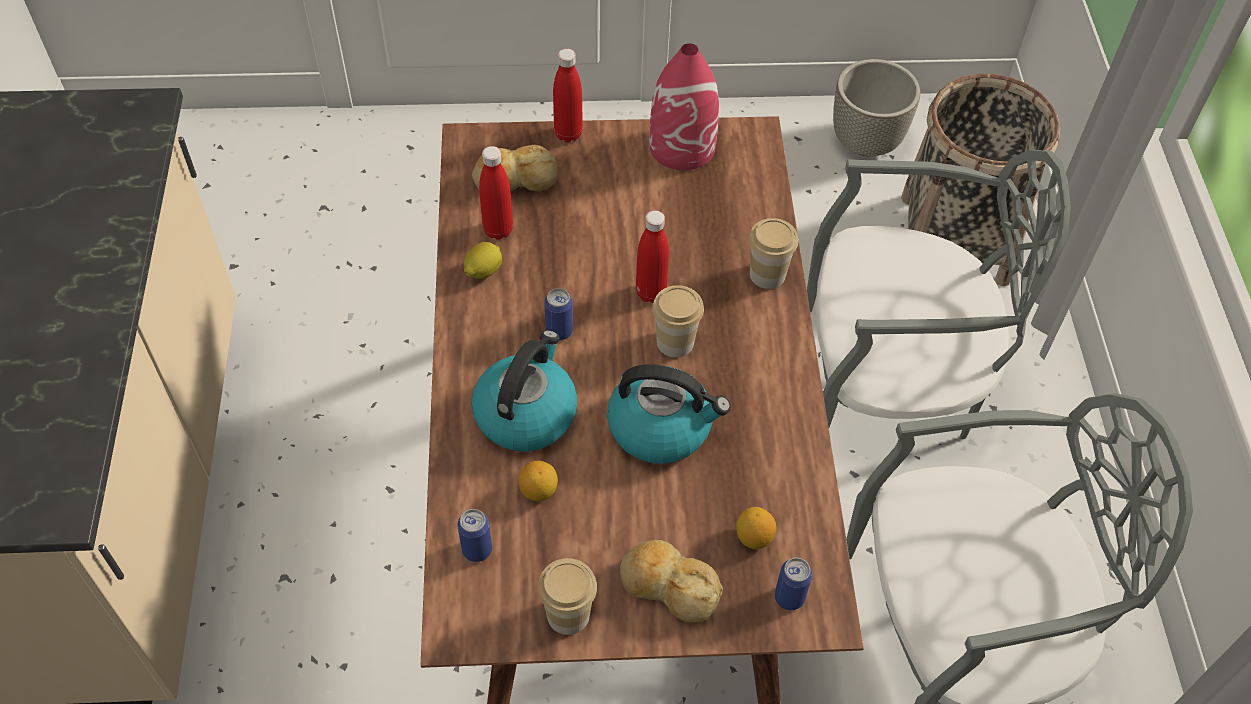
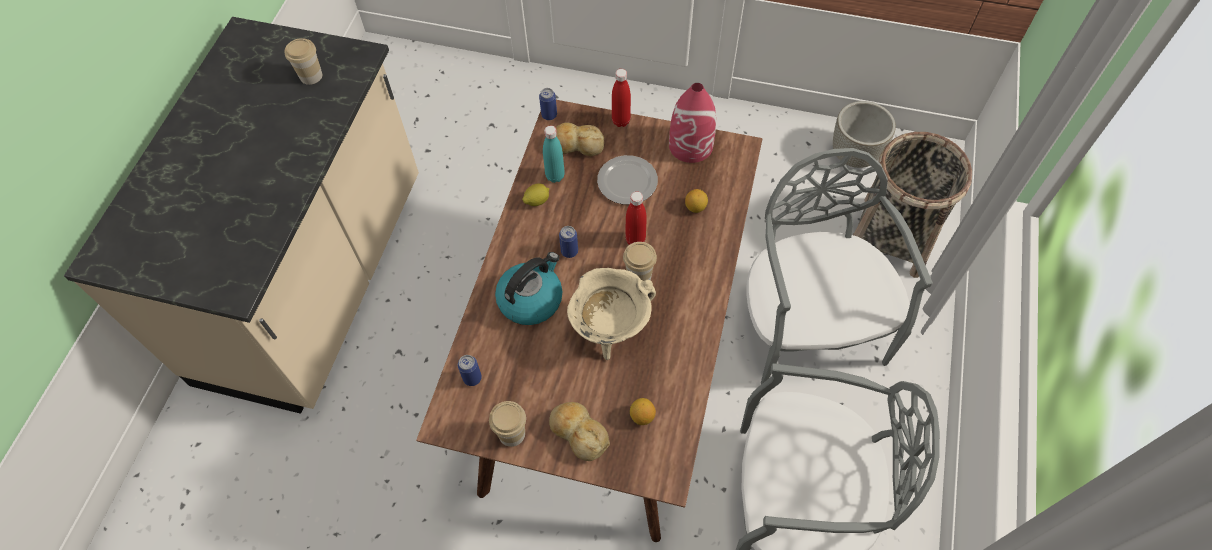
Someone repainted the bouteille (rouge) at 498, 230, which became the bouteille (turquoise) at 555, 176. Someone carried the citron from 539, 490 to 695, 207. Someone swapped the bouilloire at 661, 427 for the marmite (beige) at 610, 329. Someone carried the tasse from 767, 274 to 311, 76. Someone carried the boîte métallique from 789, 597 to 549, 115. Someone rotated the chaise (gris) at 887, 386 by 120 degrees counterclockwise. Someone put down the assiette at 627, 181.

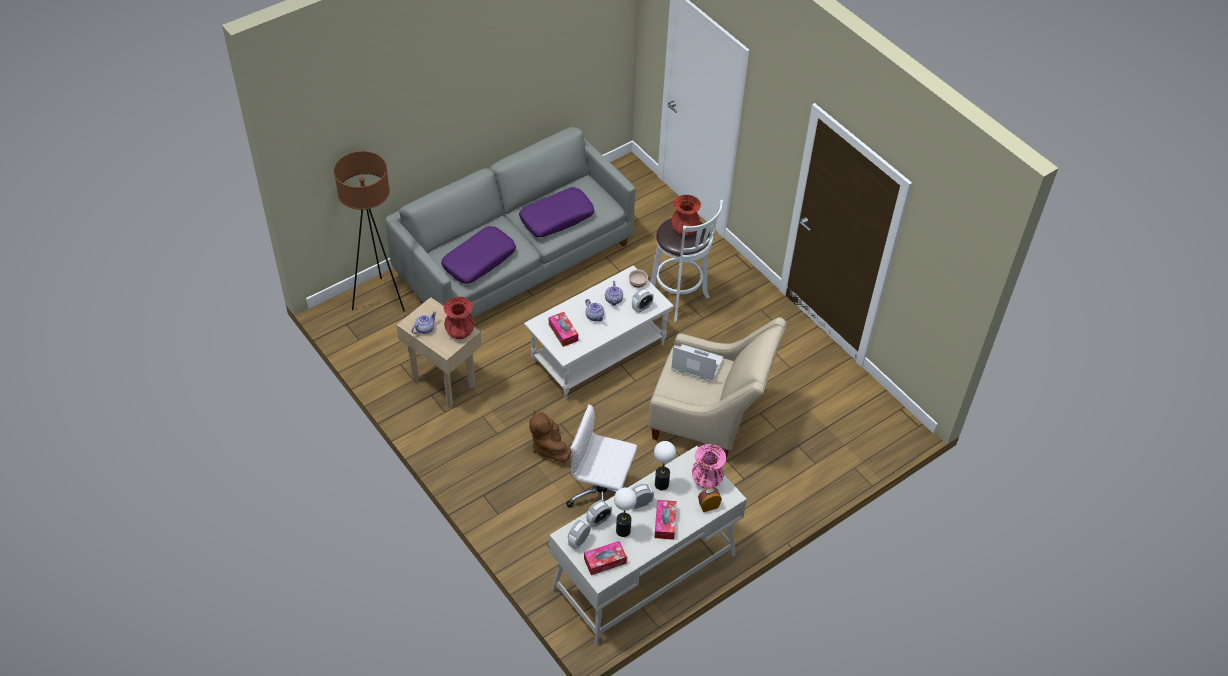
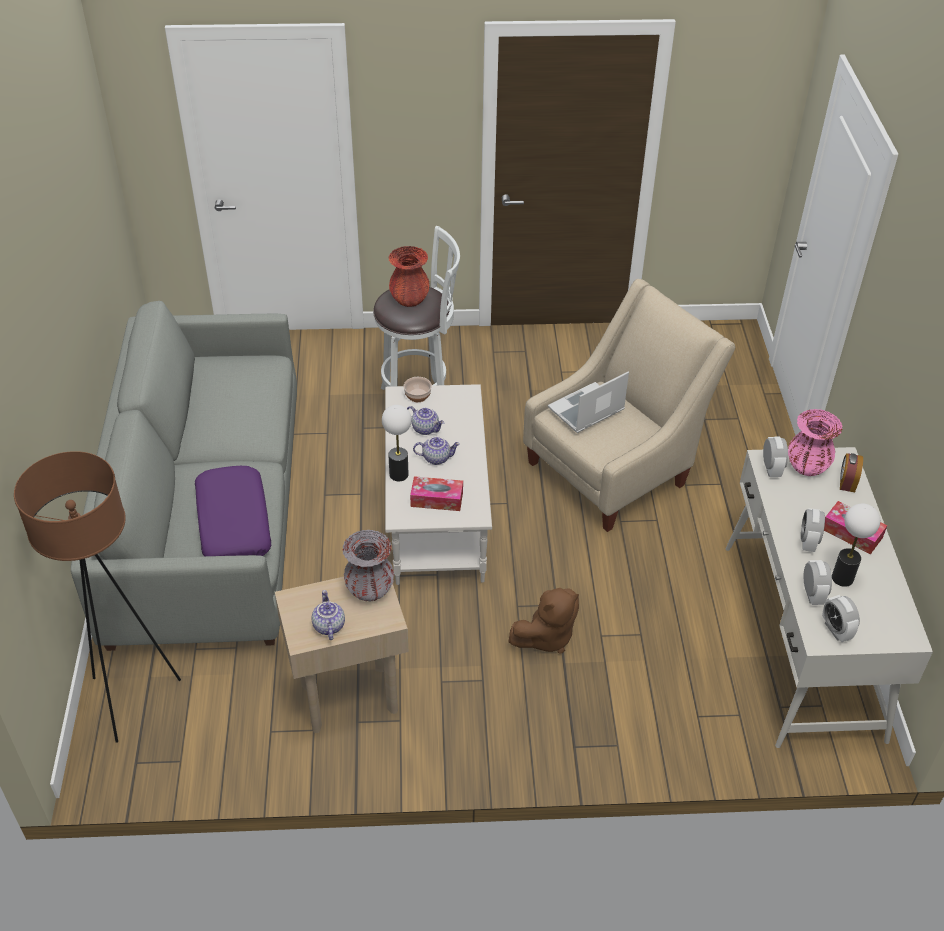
Someone repainted the vase (rouge) at 460, 332, which became the vase (gris) at 369, 589. Someone took away the coussin (violet) at 556, 218. Someone rotated the peluche (marron) at 549, 447 by 45 degrees counterclockwise. Someone took away the chaise de bureau (blanc) at 602, 496. Someone took away the boîte à mouchoirs at 605, 561. Someone carried the réveil from 642, 308 to 771, 469. Someone carried the lampe de table from 661, 484 to 399, 474.

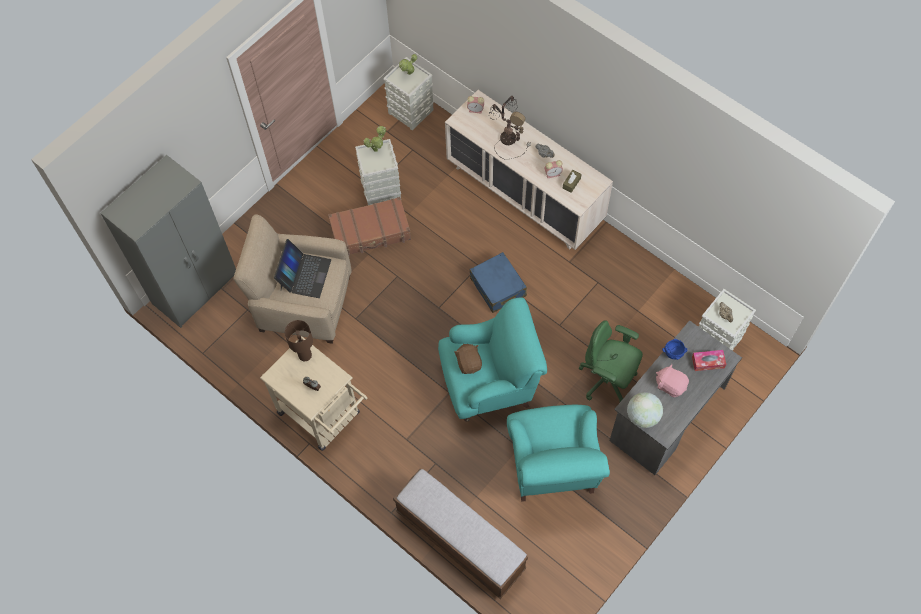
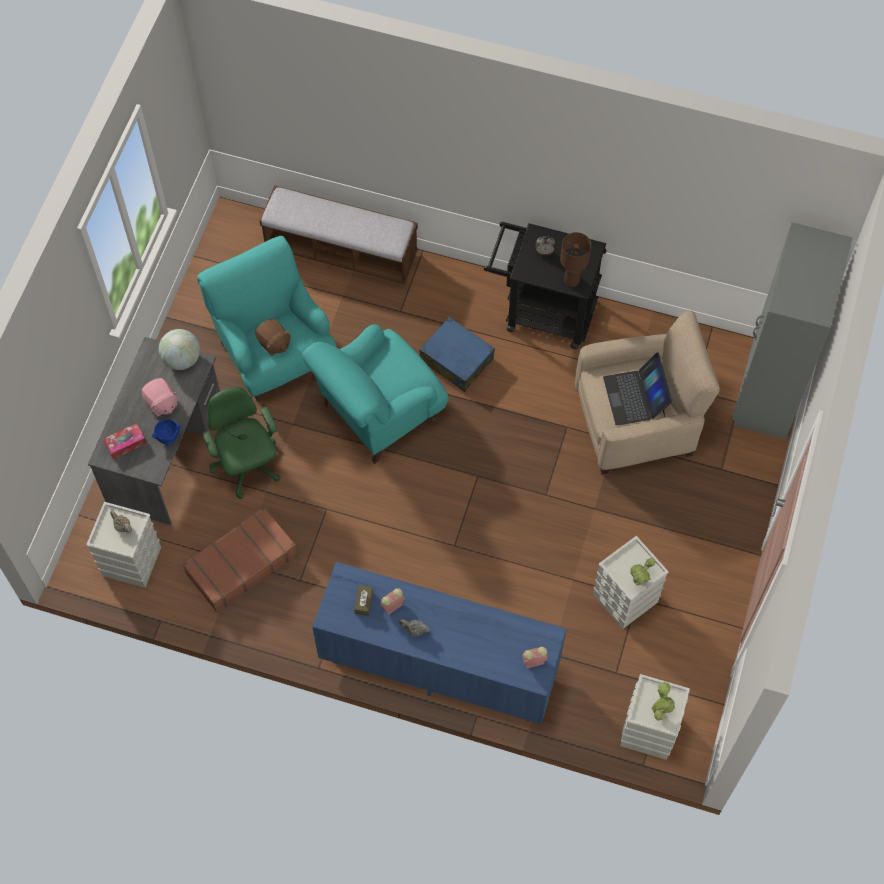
Someone repainted the chariot (beige) at 324, 417, which became the chariot (noir) at 542, 312. Someone carried the valise (marron) from 371, 232 to 241, 564. Someone repainted the commode (beige) at 525, 194, which became the commode (bleu) at 438, 665. Someone carried the peluche (marron) from 469, 363 to 274, 343. Someone carried the valise (bleu) from 498, 287 to 456, 360. Someone took away the lampe de table at 507, 137. Someone rotated the chaise de bureau (vert) at 607, 379 by 120 degrees counterclockwise. Someone rotated the peluche (rose) at 670, 385 by 45 degrees clockwise.

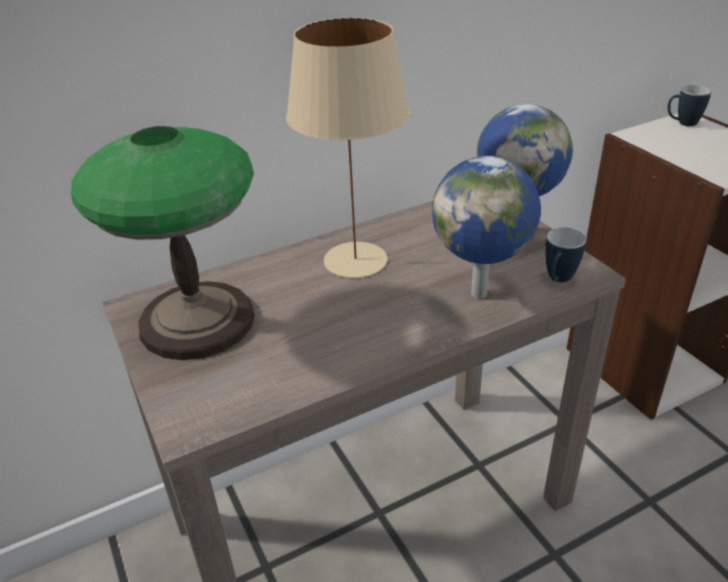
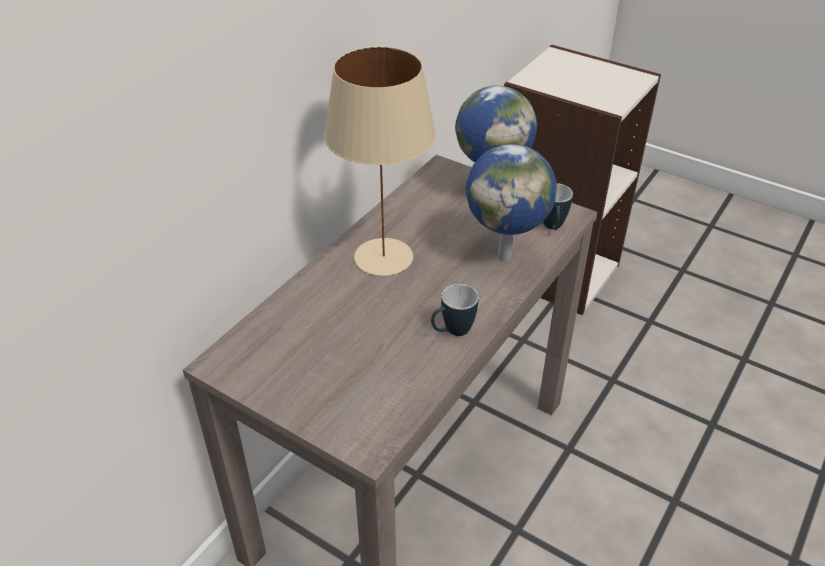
Someone took away the lampe de table at 198, 322. Someone carried the mug from 682, 124 to 452, 332.

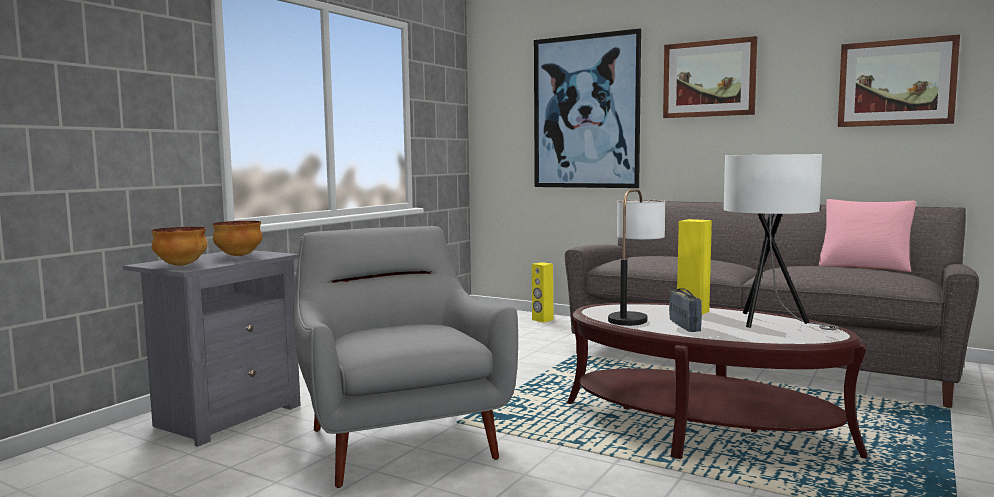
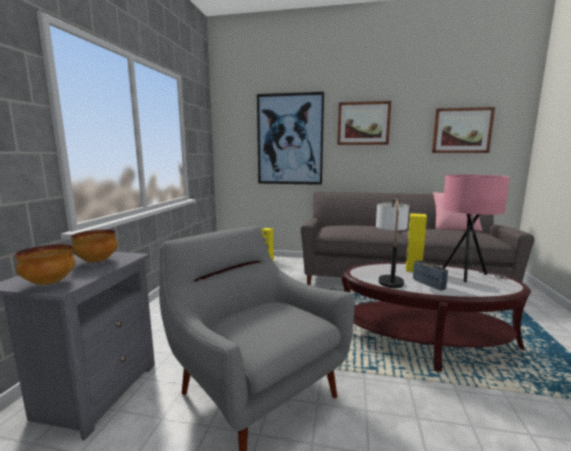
Someone repainted the lampe de table (blanc) at 771, 323, which became the lampe de table (rose) at 467, 276.

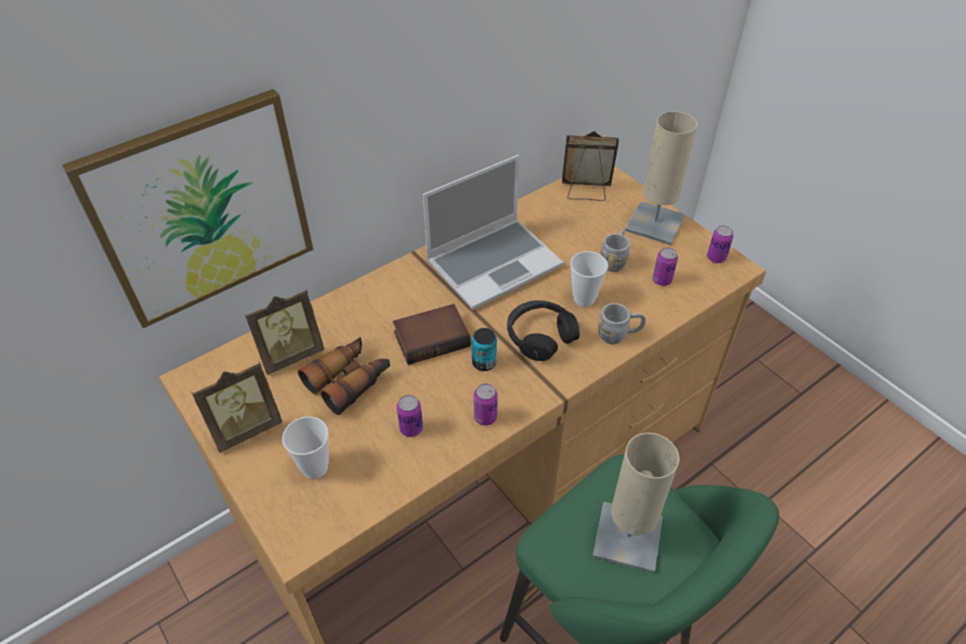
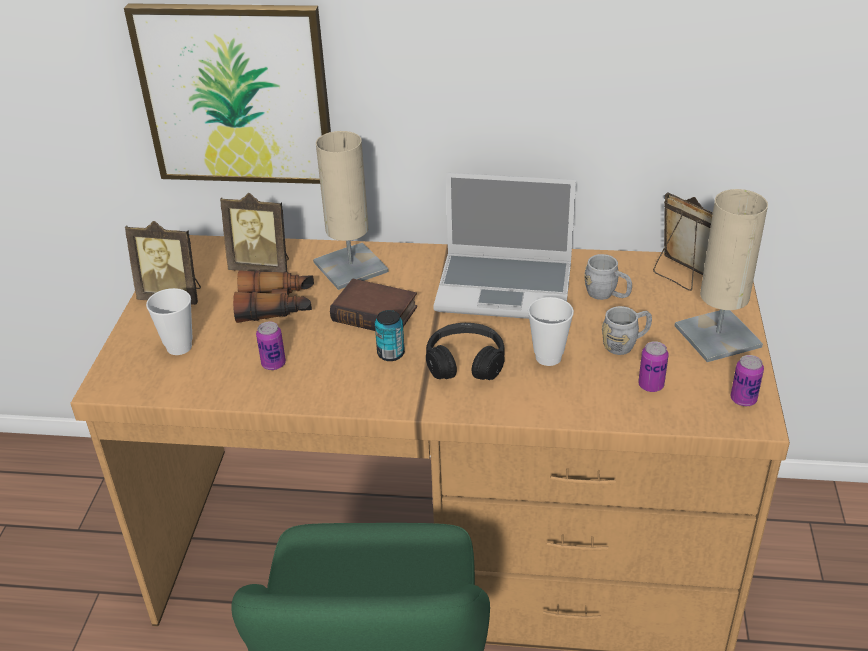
Someone took away the boîte métallique at 485, 417. Someone carried the lampe de table (beige) from 627, 537 to 350, 267. Someone carried the mug (gris) from 619, 335 to 607, 295.

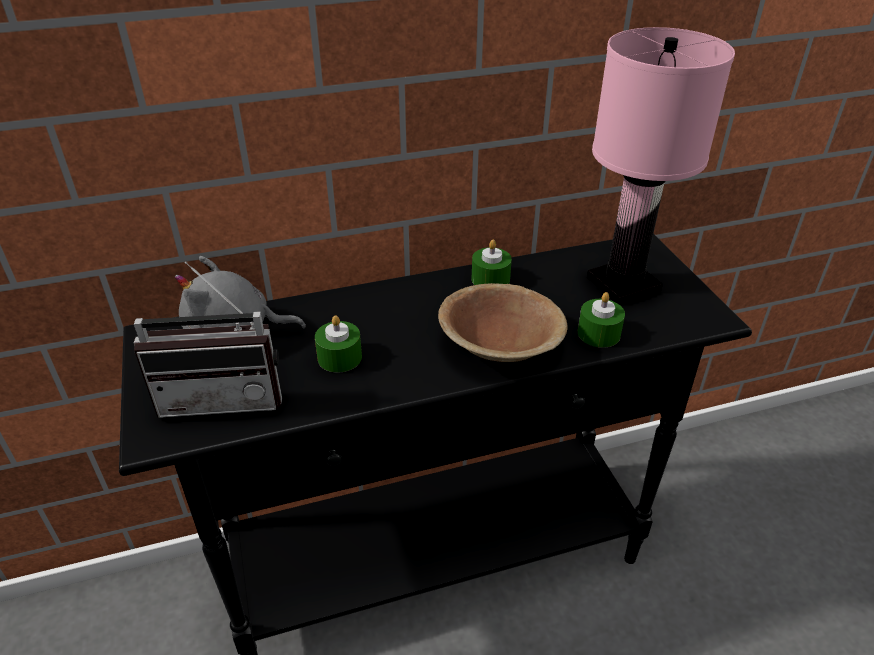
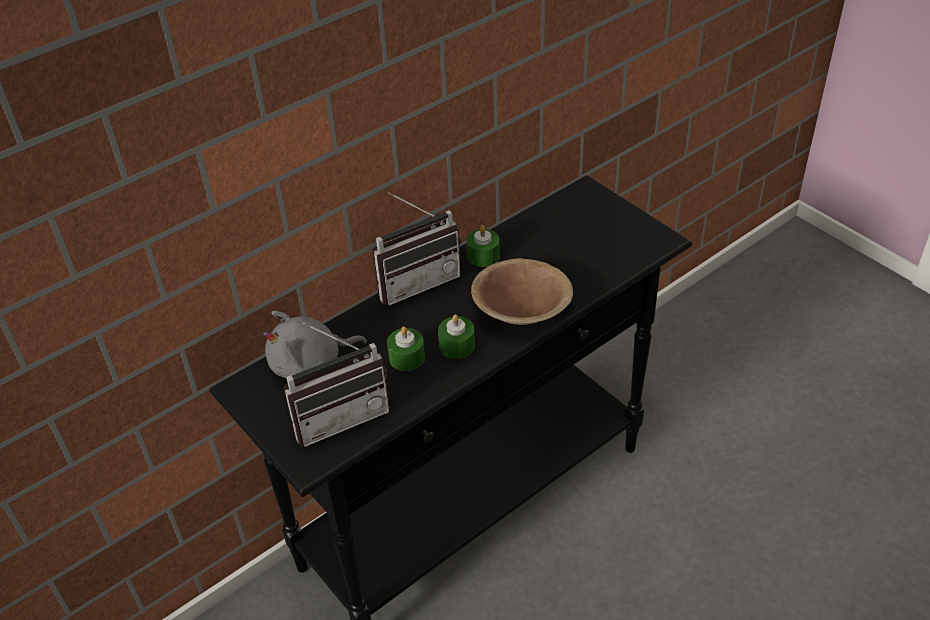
Someone carried the bougie (vert) from 598, 333 to 457, 345. Someone took away the lampe de table (rose) at 624, 284. Someone put down the radio at 416, 280.

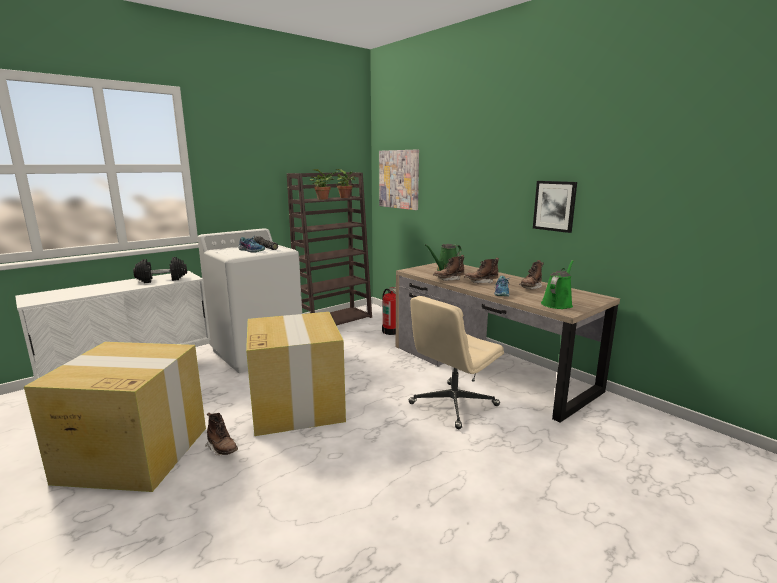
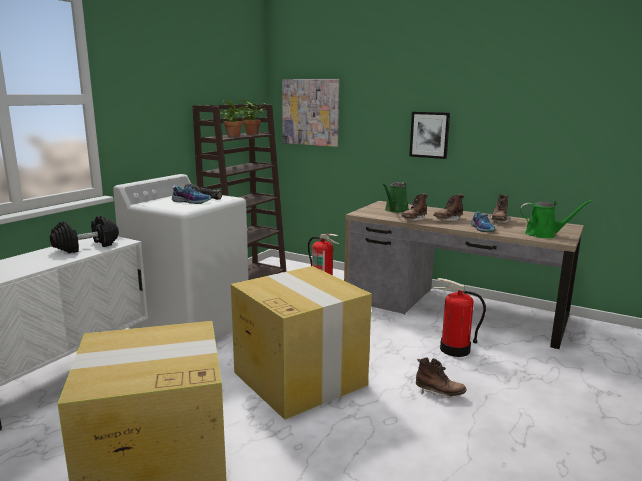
Someone carried the botte (marron) from 222, 449 to 439, 393. Someone swapped the chaise de bureau (beige) at 453, 405 for the extincteur at 454, 349. Someone carried the tableau from 554, 206 to 429, 135. Someone rotated the arrosoir (vert) at 557, 303 by 90 degrees clockwise.

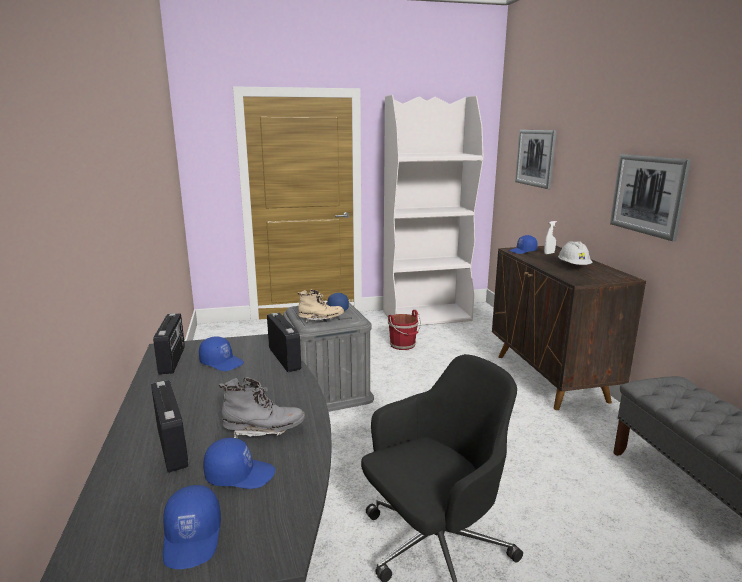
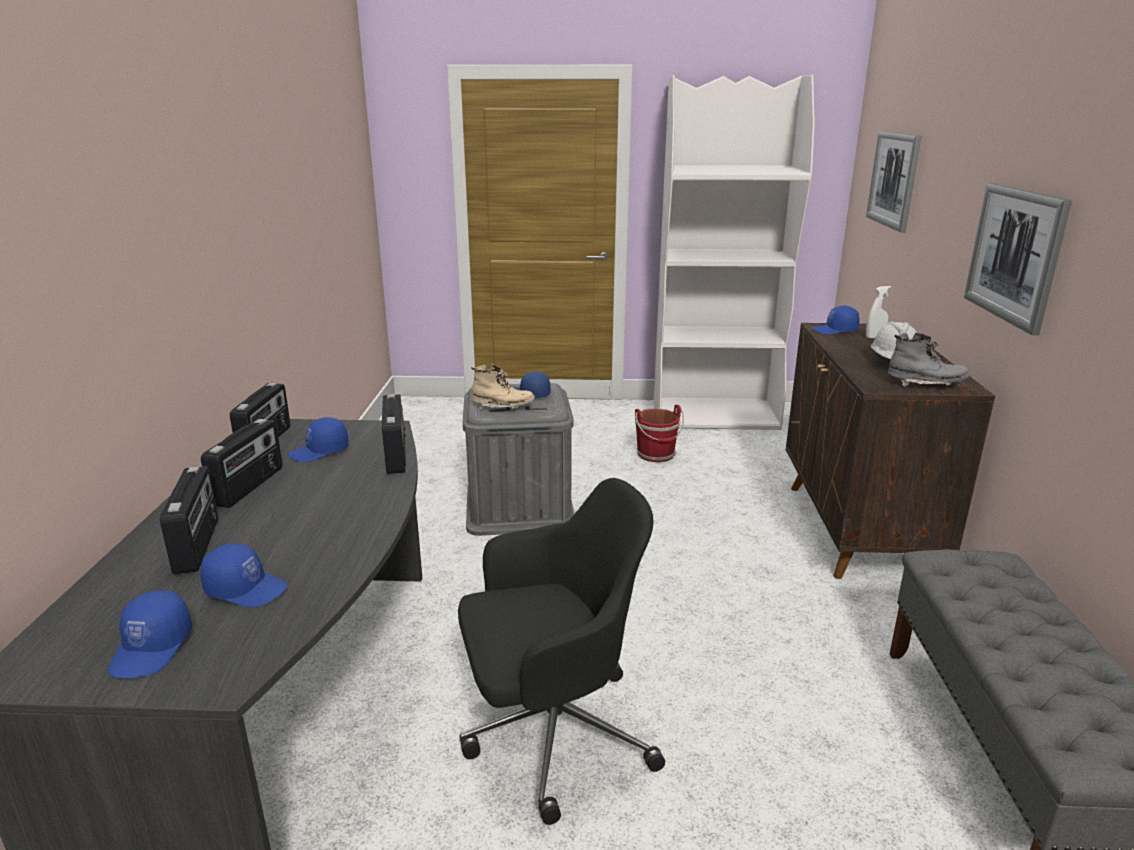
Someone rotated the casquette (bleu) at 222, 362 by 105 degrees clockwise. Someone carried the botte (gris) from 263, 431 to 925, 384. Someone put down the radio at 249, 486.

